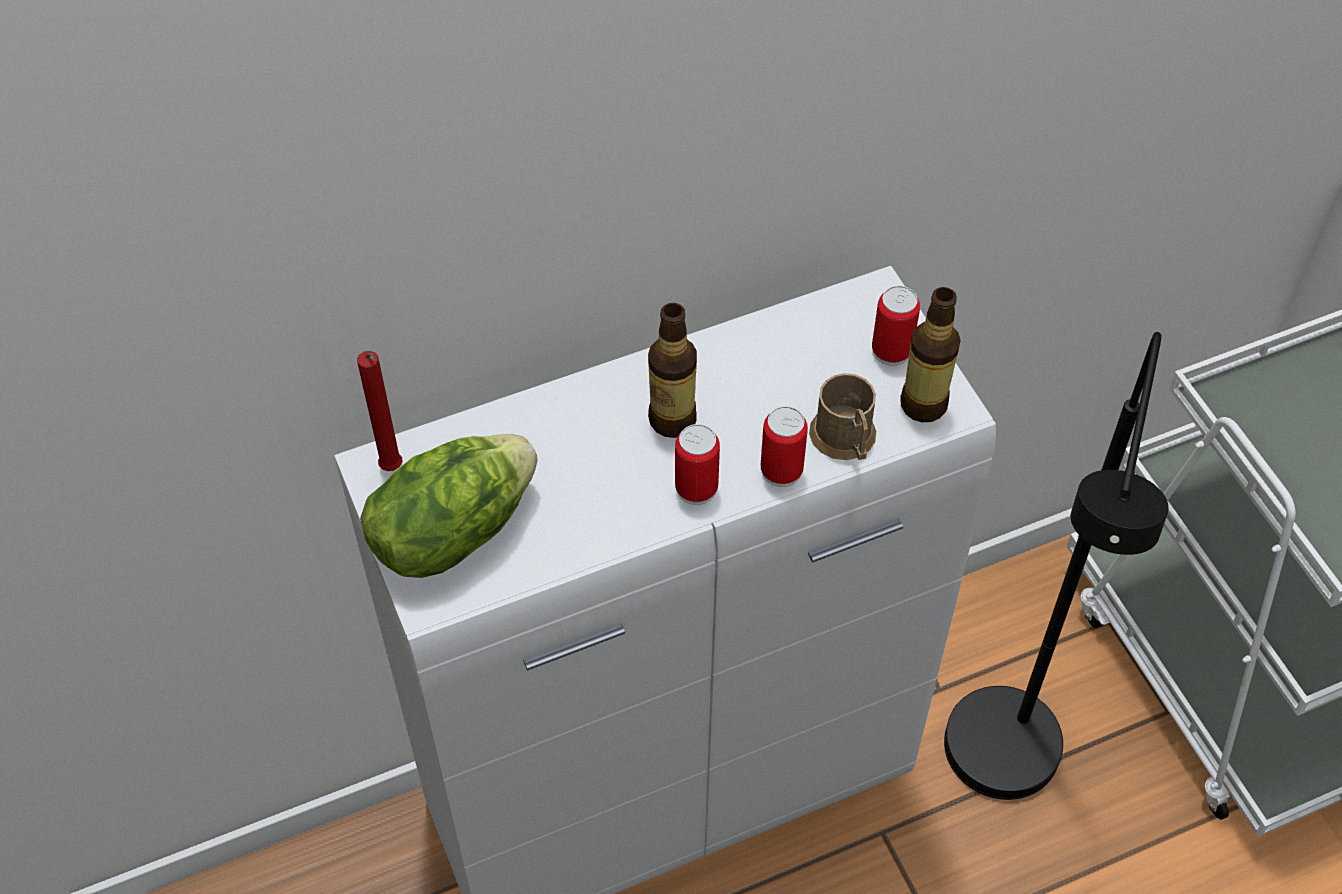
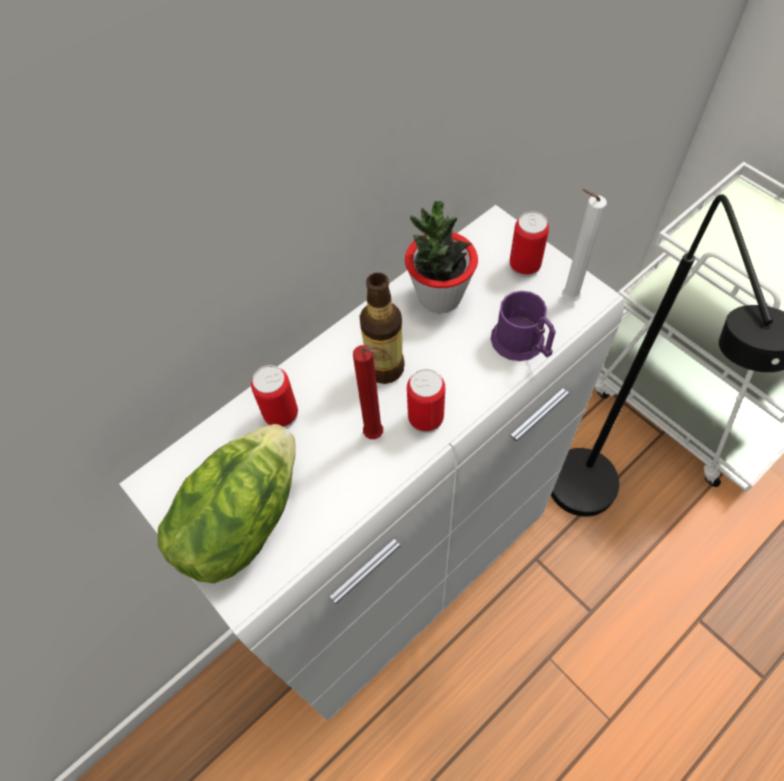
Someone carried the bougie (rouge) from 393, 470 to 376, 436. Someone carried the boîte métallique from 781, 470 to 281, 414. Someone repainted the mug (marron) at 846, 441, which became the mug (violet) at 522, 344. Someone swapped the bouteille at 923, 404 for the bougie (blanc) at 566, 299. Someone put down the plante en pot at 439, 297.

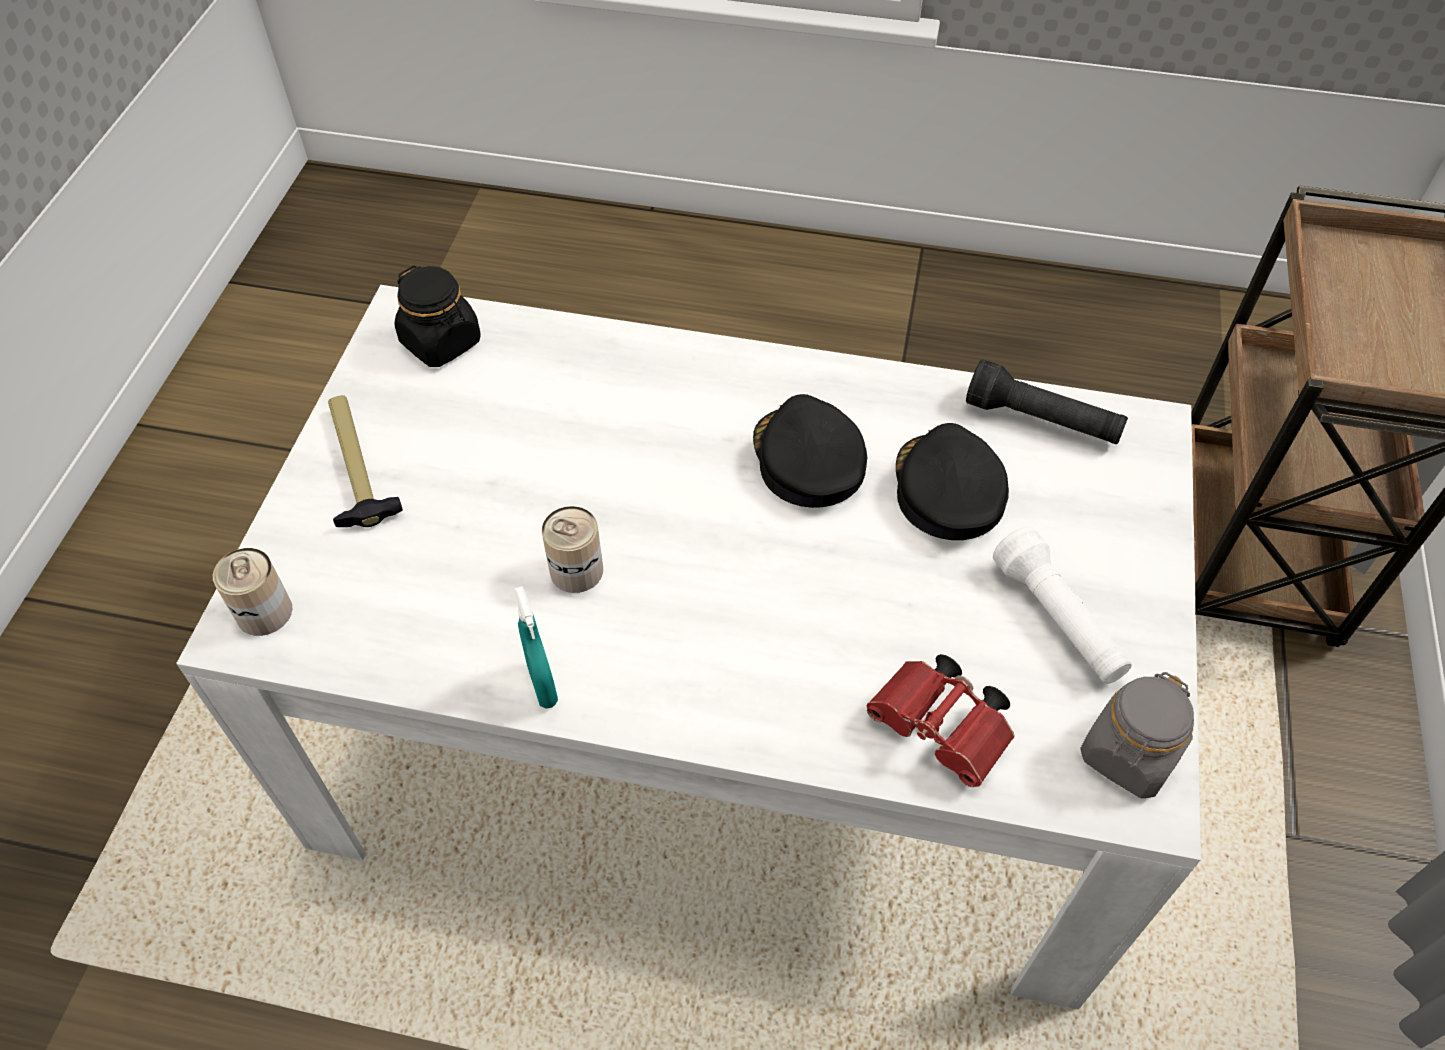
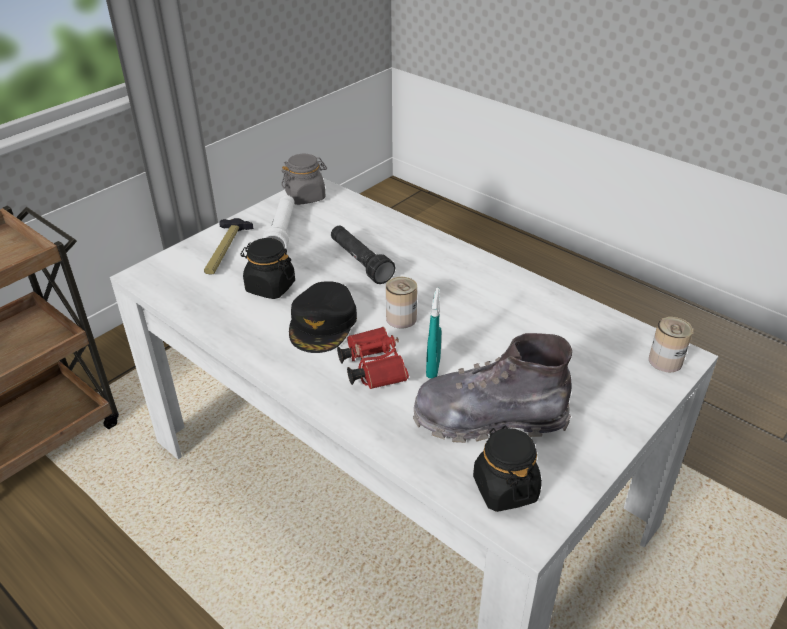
Someone carried the marteau from 355, 466 to 225, 251. Someone carried the vaporisateur (turquoise) from 543, 685 to 433, 368. Someone carried the boîte métallique from 576, 570 to 401, 318. Someone carried the jumelles (rouge) from 944, 730 to 372, 368. Someone swapped the casquette (noir) at 947, 489 for the bocal (noir) at 270, 287. Someone carried the lampe de poche (noir) from 1042, 421 to 360, 262. Someone put down the botte (gris) at 489, 419.

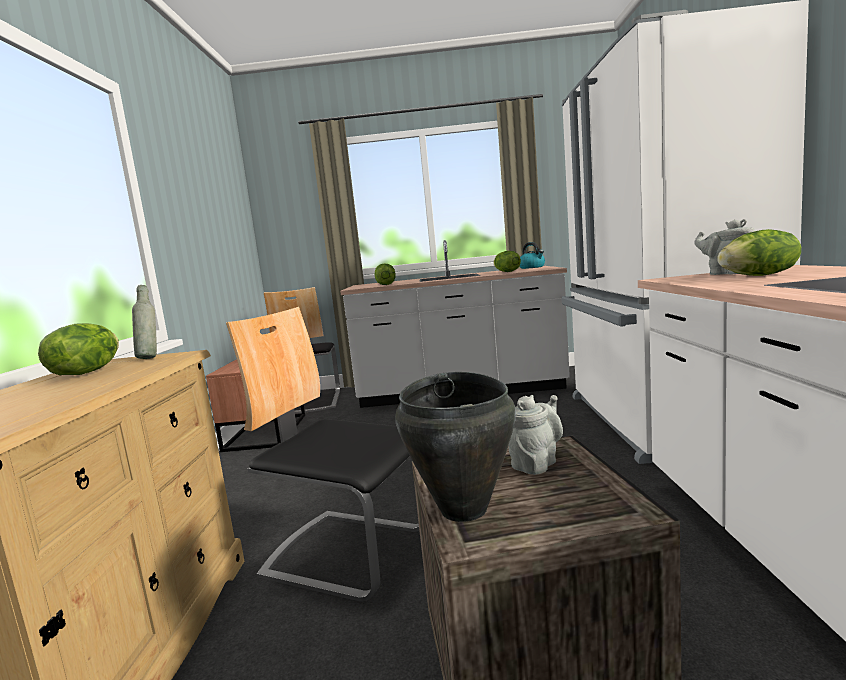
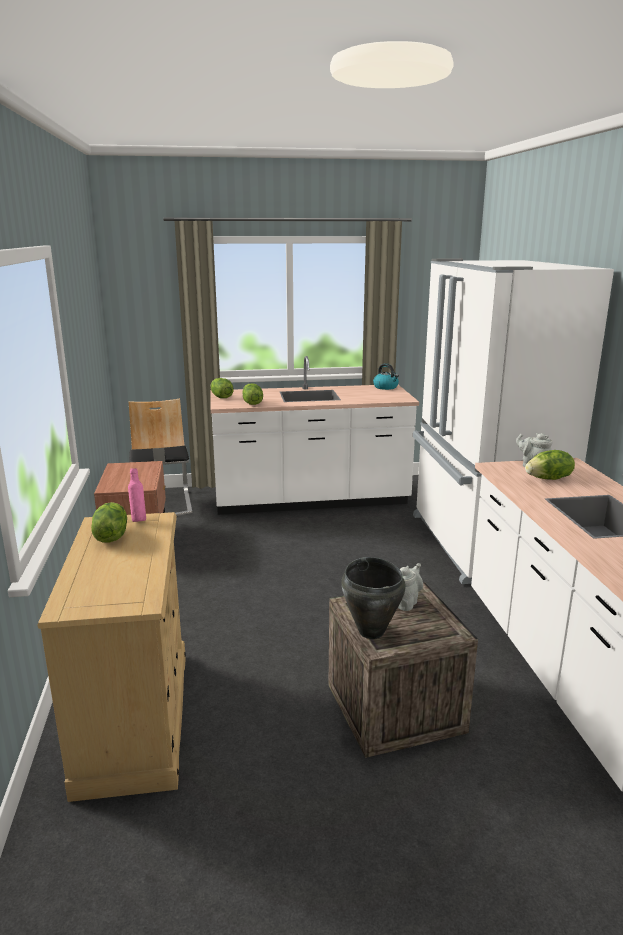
Someone repainted the bouteille (gris) at 150, 358, which became the bouteille (rose) at 138, 520. Someone took away the chaise at 347, 551. Someone carried the laitue from 506, 272 to 221, 397.

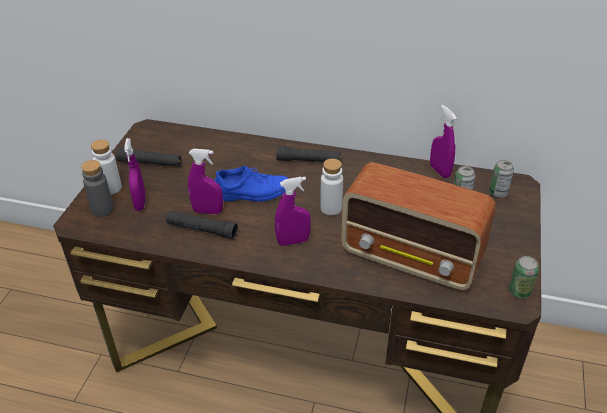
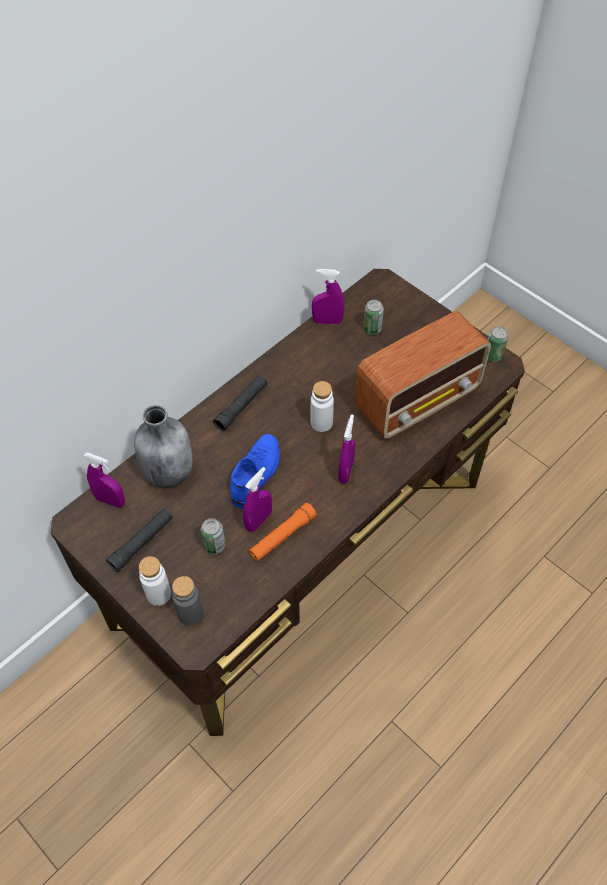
Someone carried the vaporisateur (violet) from 140, 202 to 110, 500. Someone repainted the lampe de poche (noir) at 201, 229, which became the lampe de poche (orange) at 282, 536. Someone carried the boîte métallique from 498, 193 to 214, 545. Someone put down the bouteille (gris) at 168, 471.

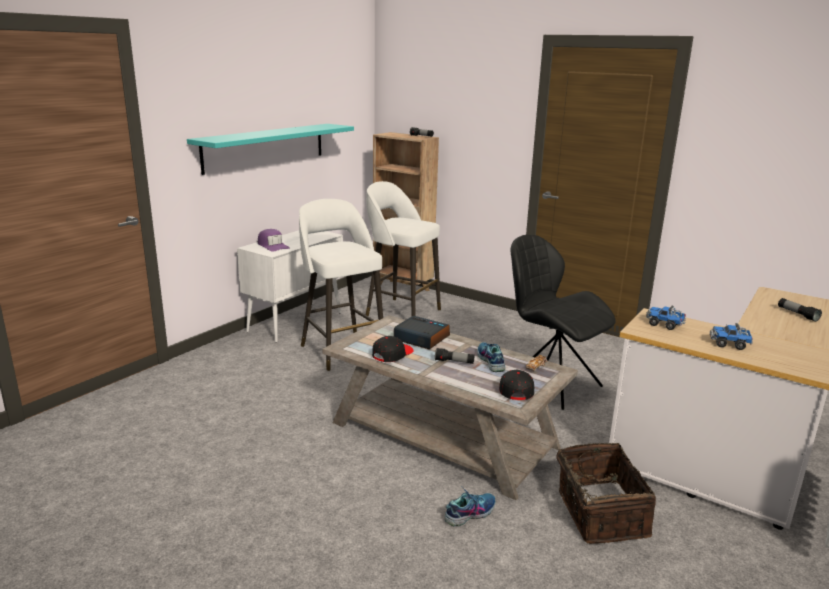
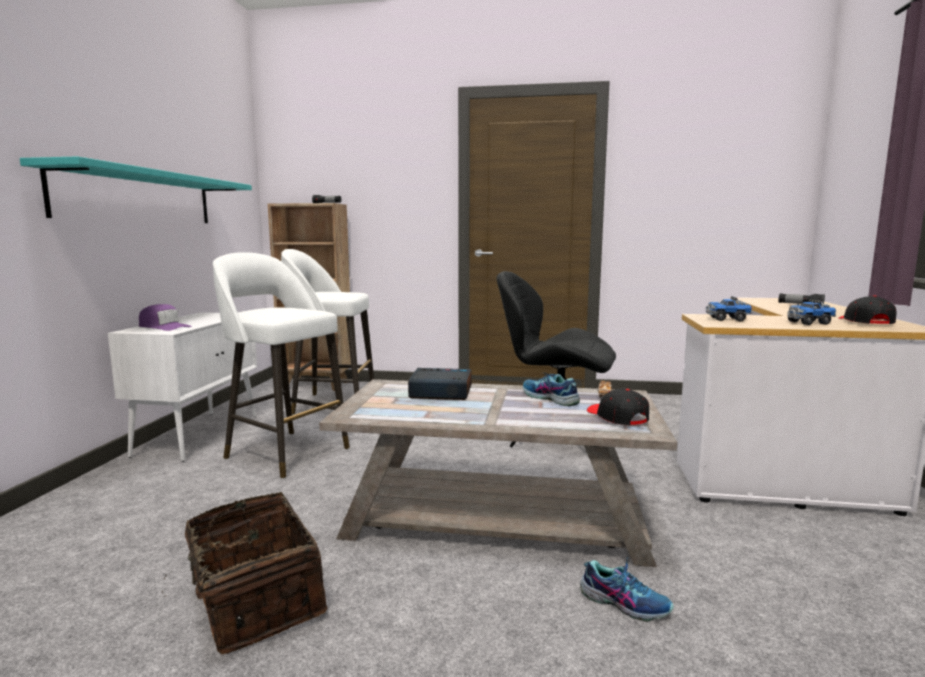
Someone carried the casquette (noir) from 392, 354 to 864, 322. Someone took away the lampe de poche at 454, 362. Someone rotated the chaussure at 470, 513 by 90 degrees clockwise. Someone carried the panier from 598, 514 to 255, 602.

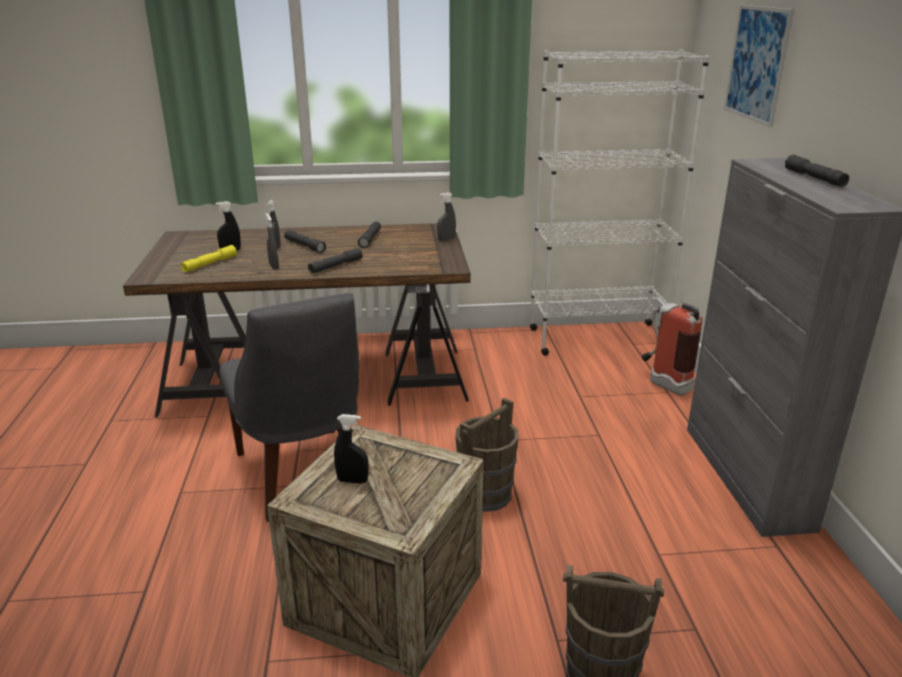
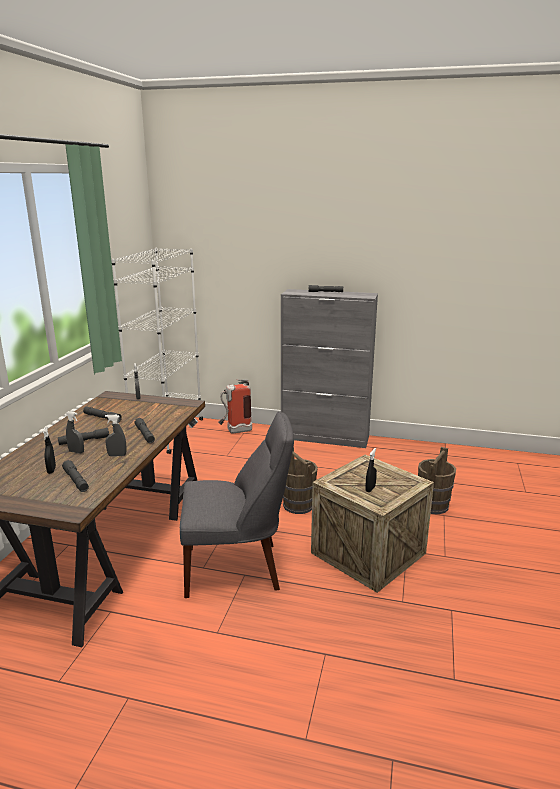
Someone repainted the lampe de poche (jaune) at 210, 264, which became the lampe de poche (gris) at 76, 480. Someone took away the tableau at 757, 64.

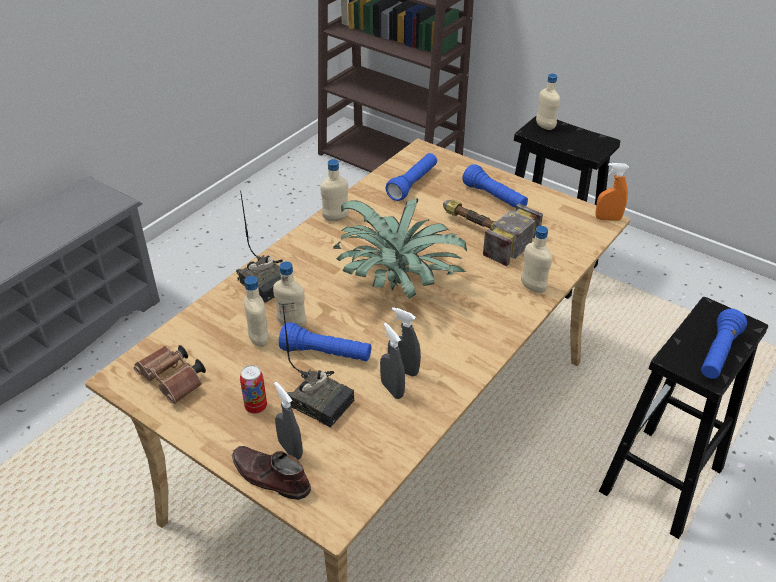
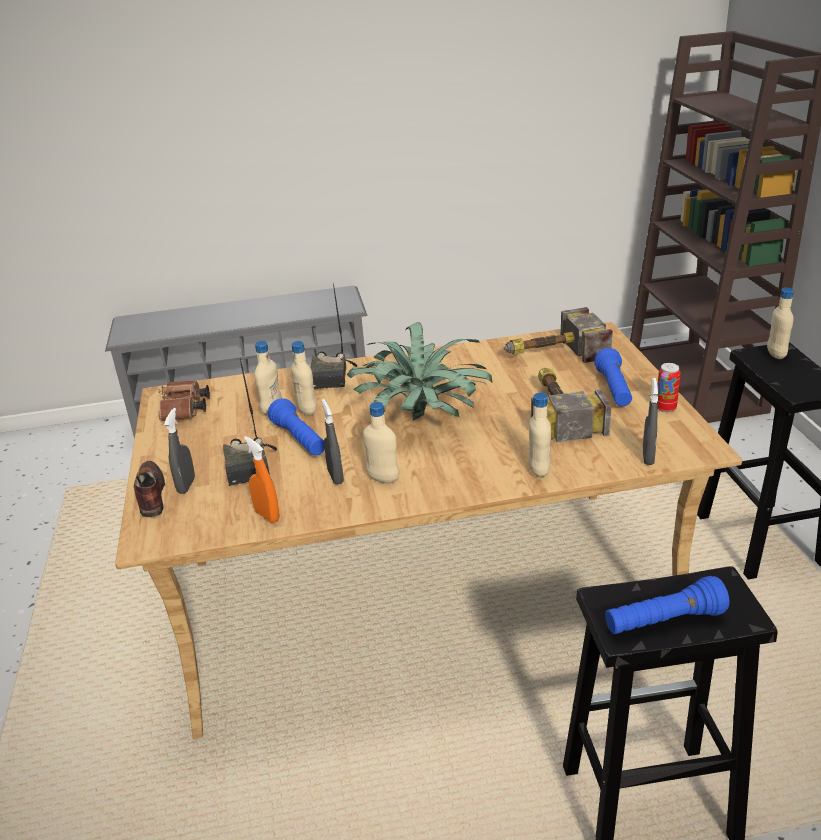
Someone carried the boîte métallique from 256, 407 to 665, 408. Someone carried the bouteille (beige) from 336, 218 to 383, 479. Someone carried the vaporisateur (gris) from 392, 389 to 648, 457. Someone swapped the lampe de poche (bleu) at 413, 184 for the marteau at 551, 353. Someone carried the vaporisateur (orange) from 608, 218 to 267, 515.

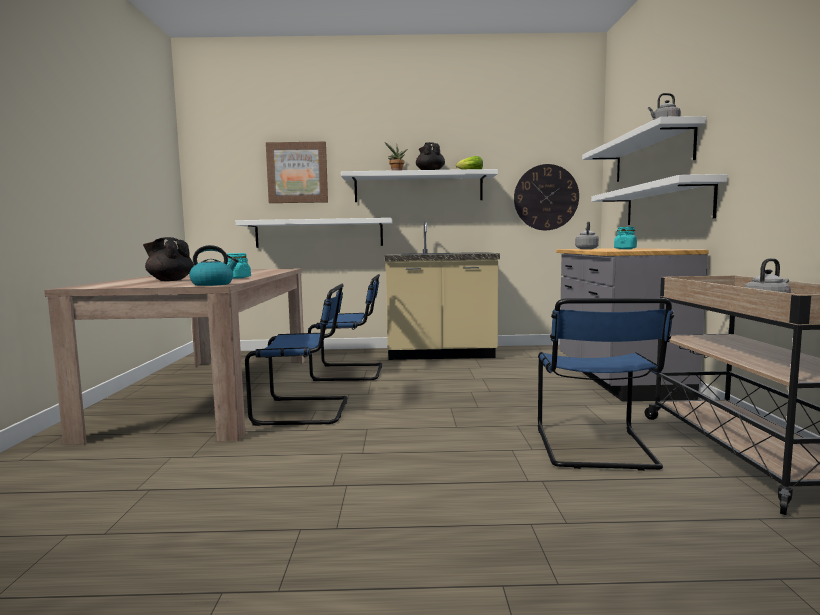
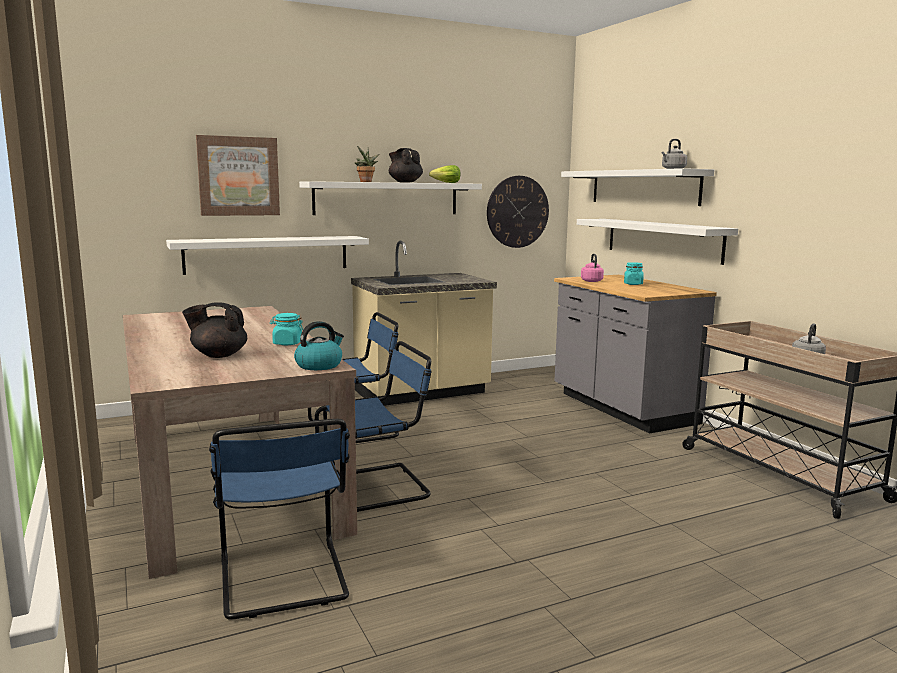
Someone carried the chaise (bleu) from 596, 450 to 283, 581. Someone repainted the bouilloire (gris) at 586, 249, which became the bouilloire (rose) at 591, 281.

